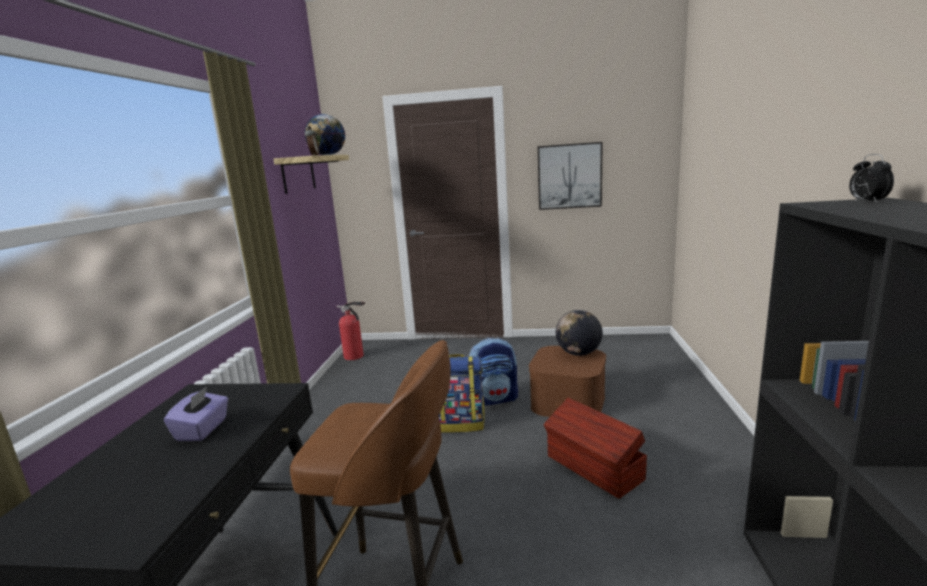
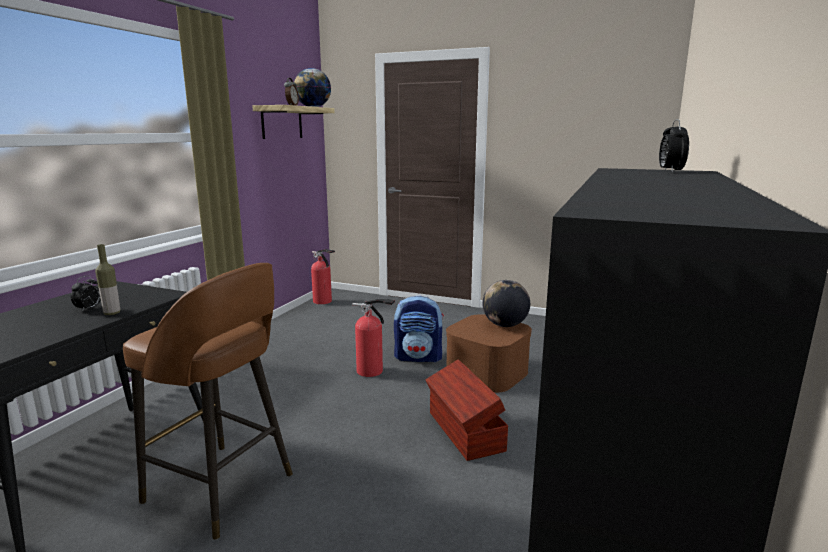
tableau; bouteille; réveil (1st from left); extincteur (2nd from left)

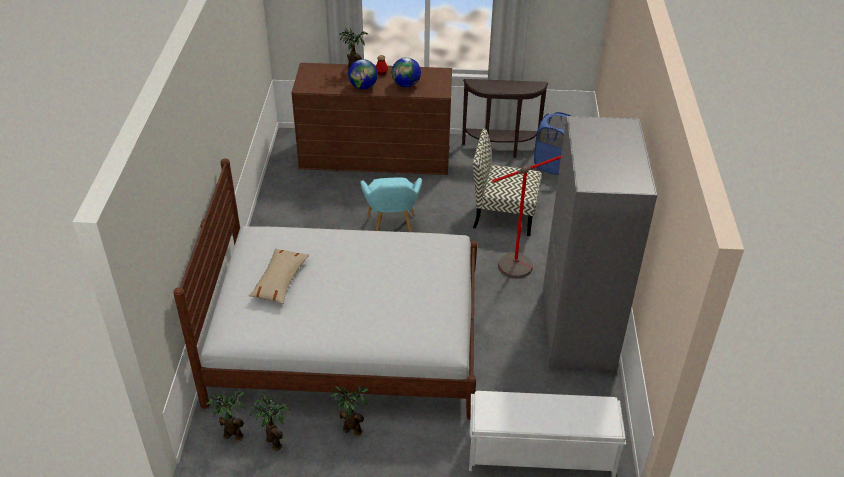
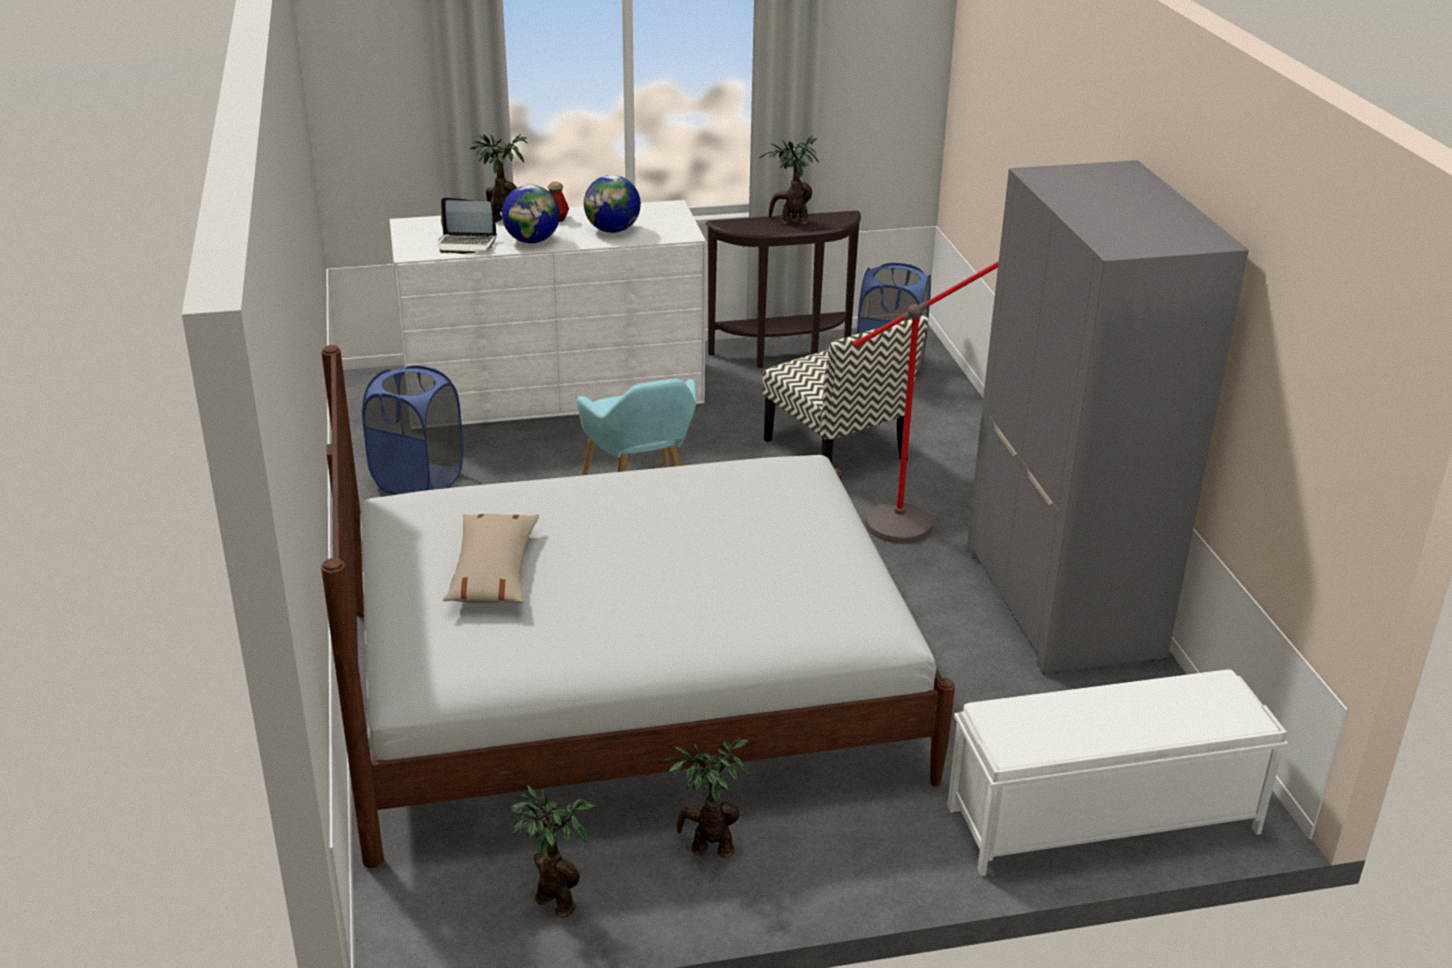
panier à linge/bleu (1st from left); ordinateur portable; plante en pot (4th from left); commode/blanc; chaise

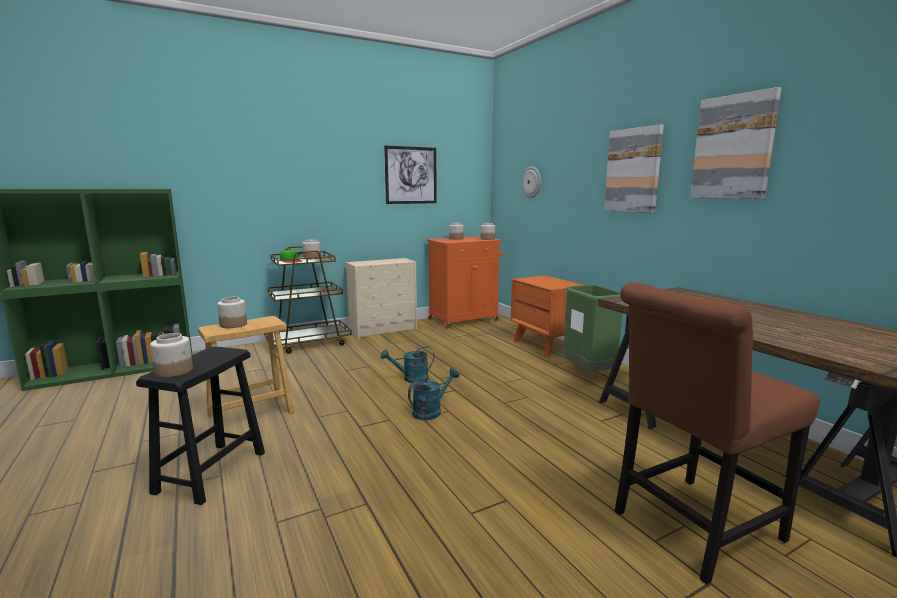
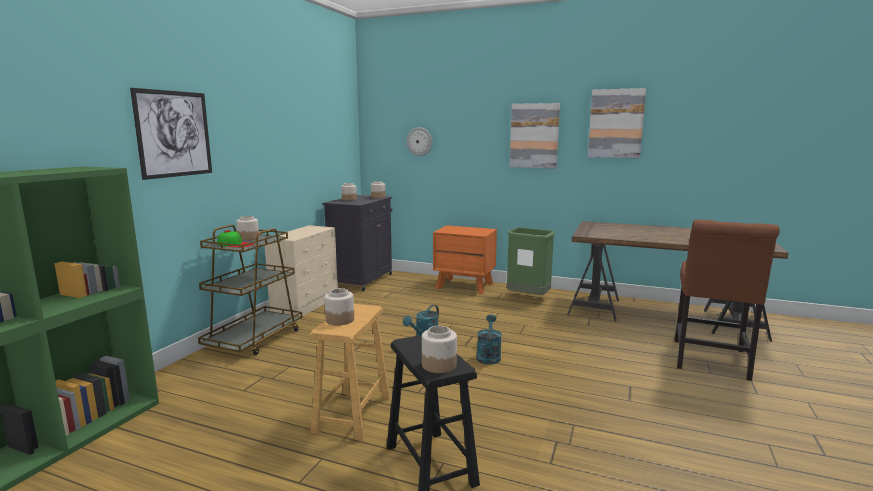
tableau (1st from left); meuble de rangement/noir

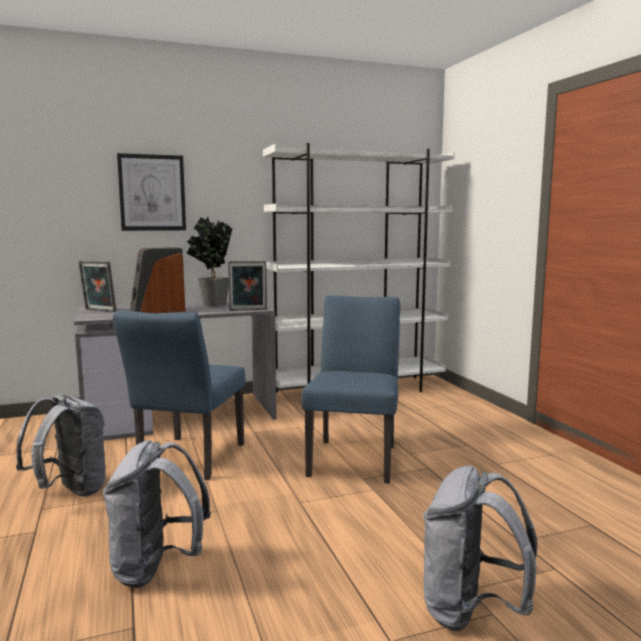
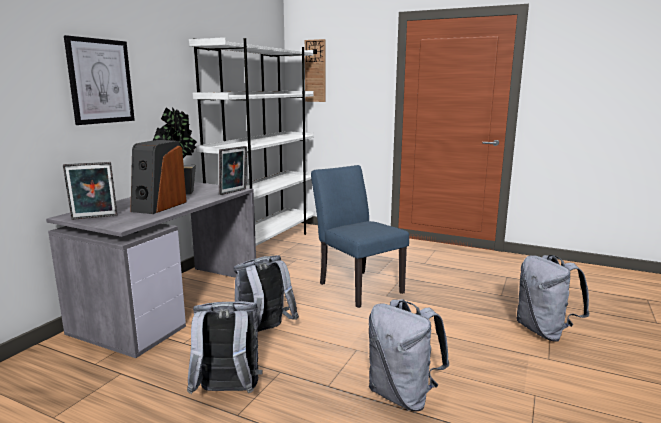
horloge murale; sac à dos/gris (2nd from left)

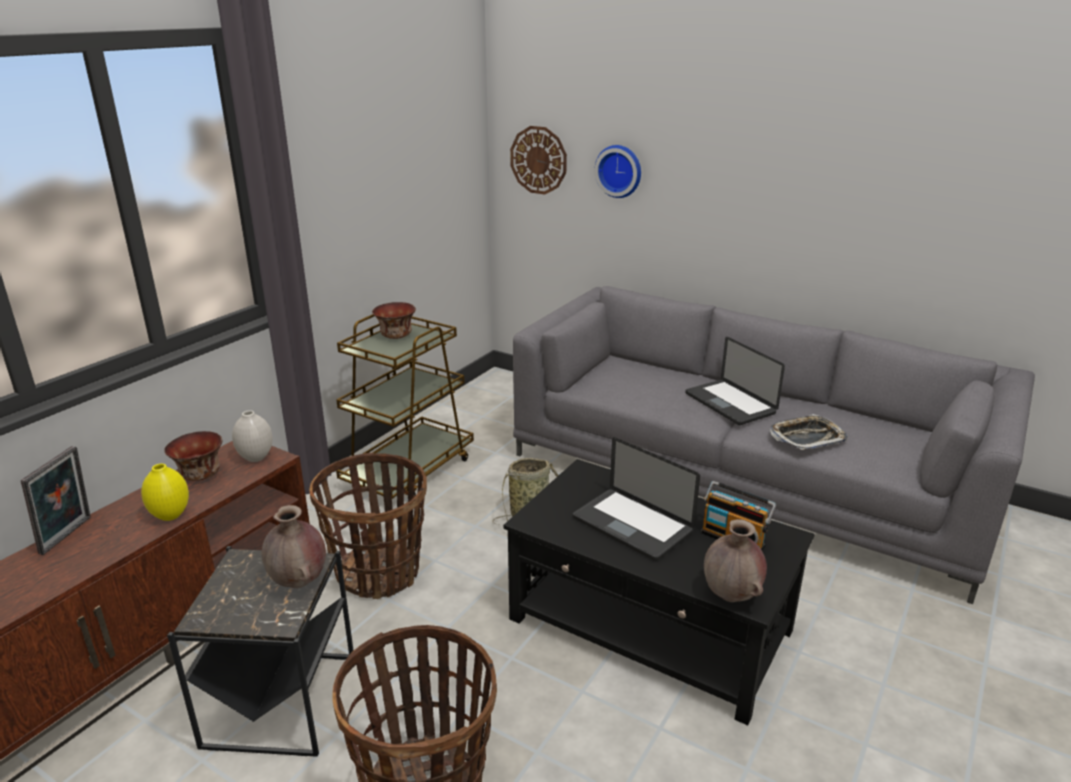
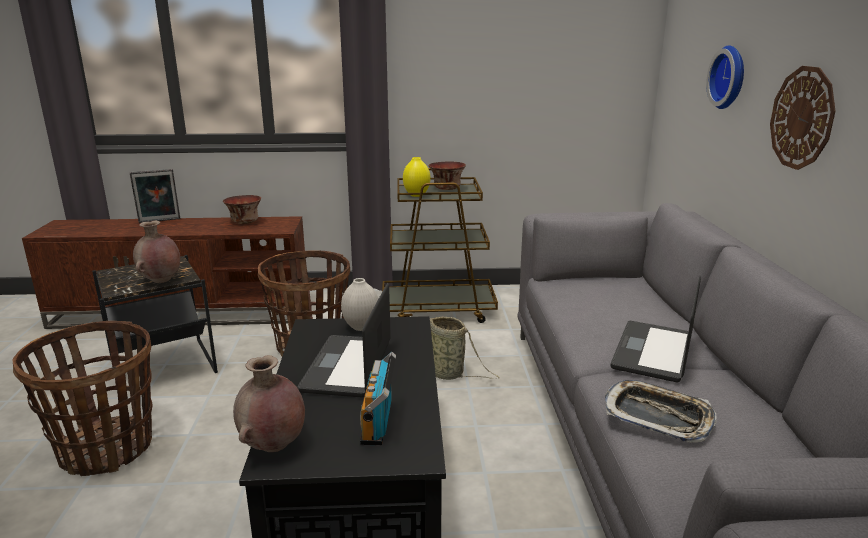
vase/jaune; vase/blanc; horloge murale (2nd from left)

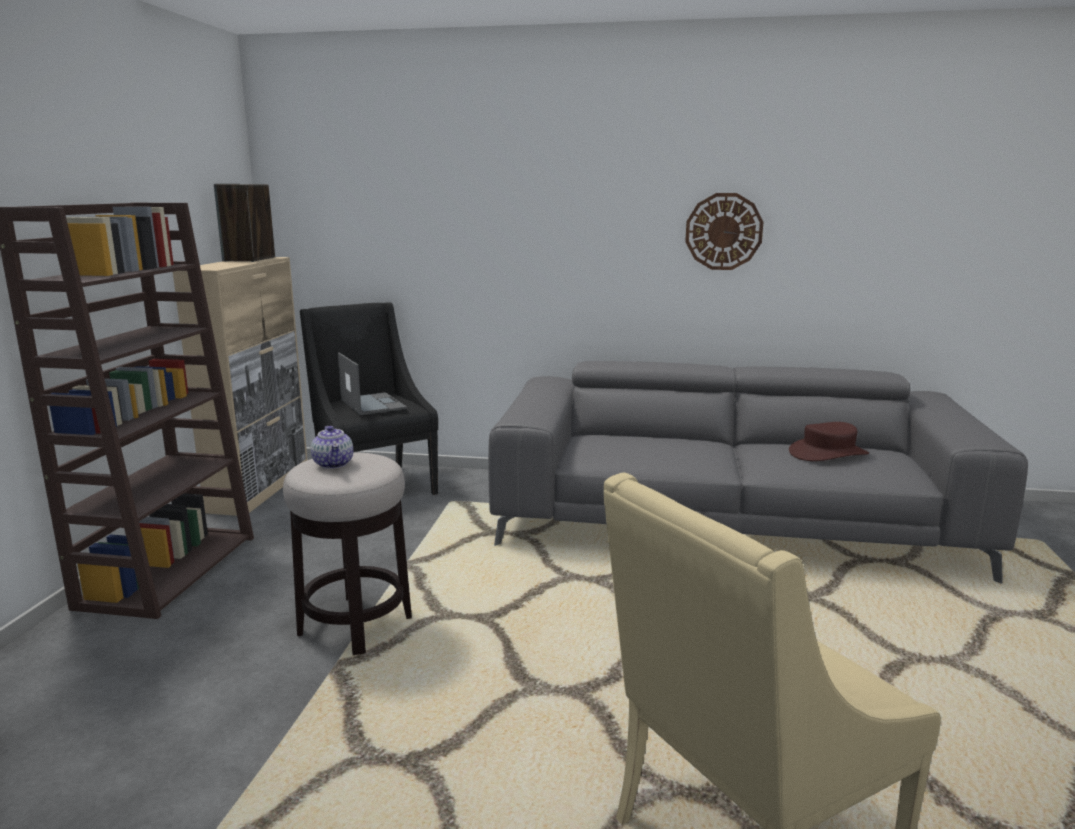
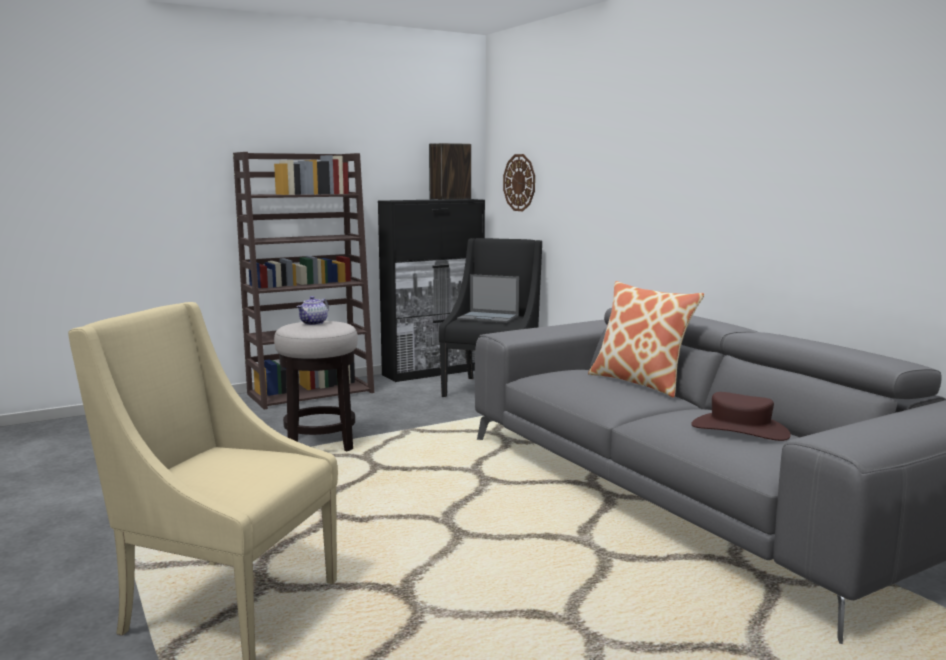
coussin; horloge murale; meuble de rangement/noir; ordinateur portable

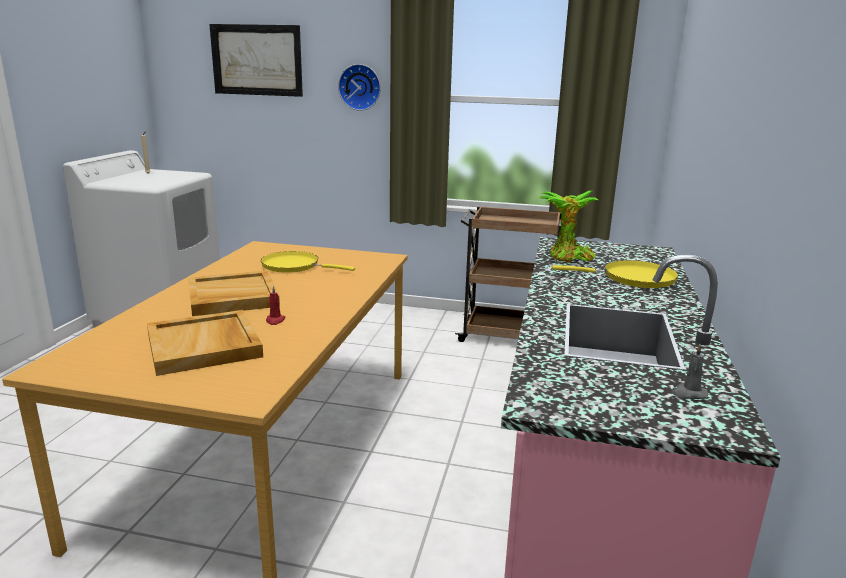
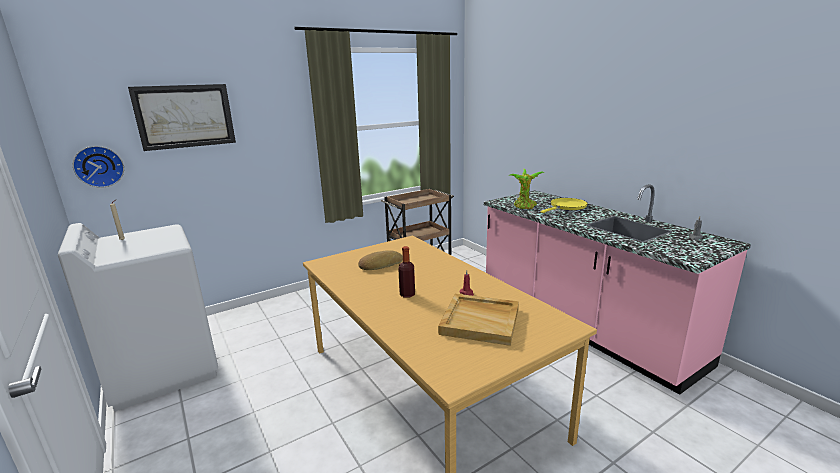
horloge murale; bouteille; pain

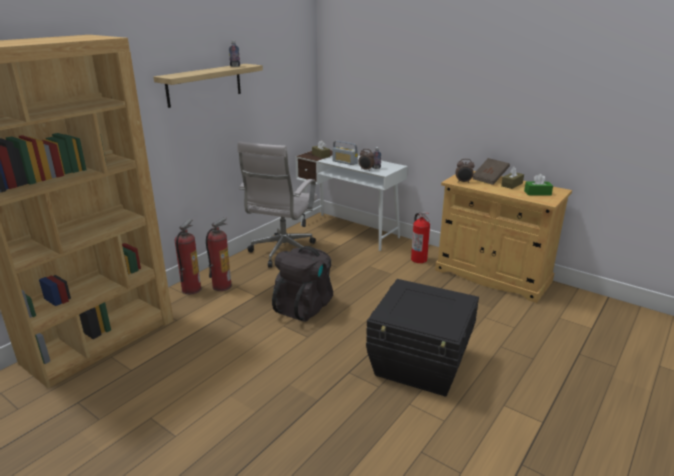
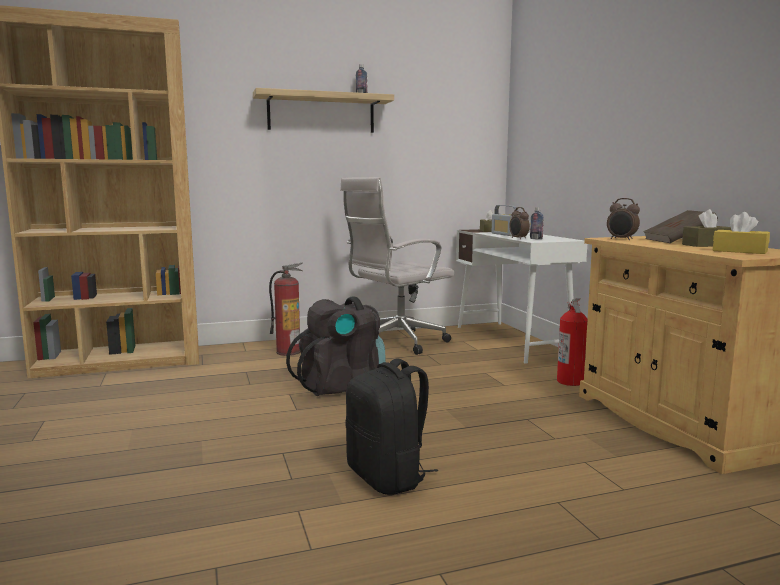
extincteur (1st from left in the first image); sac à dos/noir (2nd from left); boîte à mouchoirs/jaune

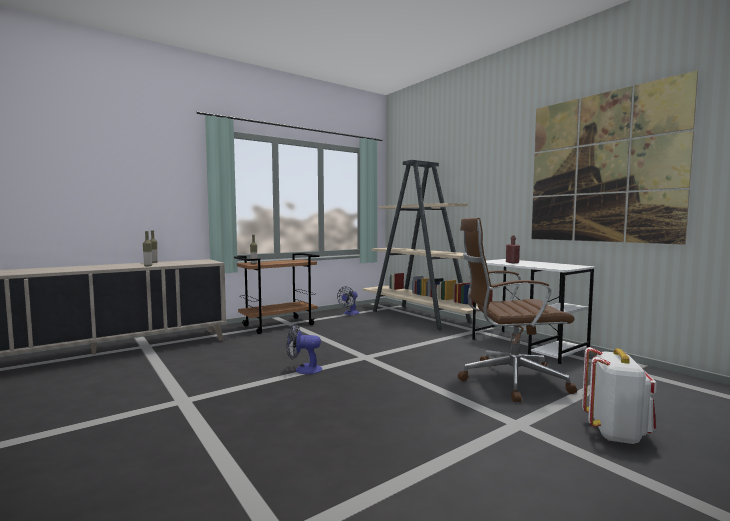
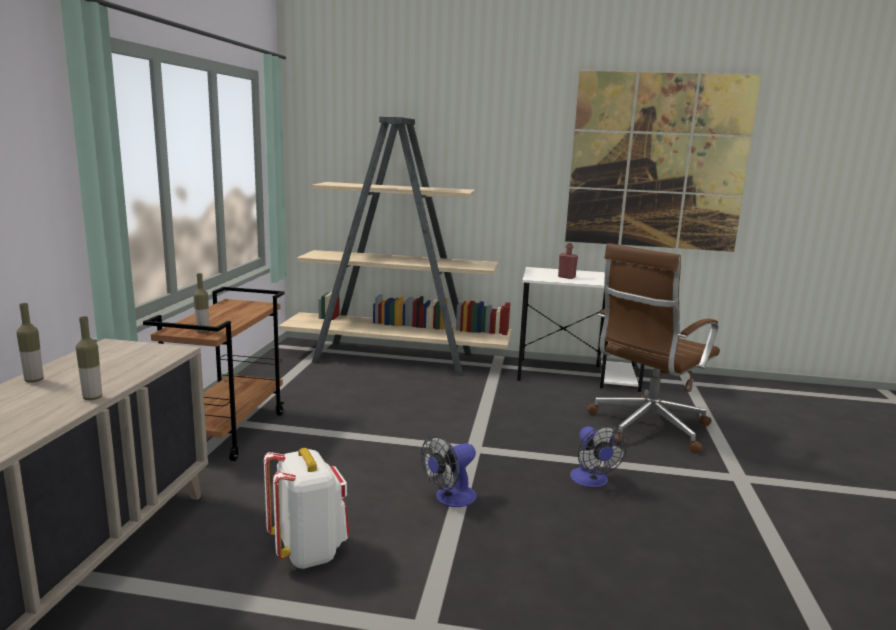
ventilateur (2nd from left); sac à dos/blanc

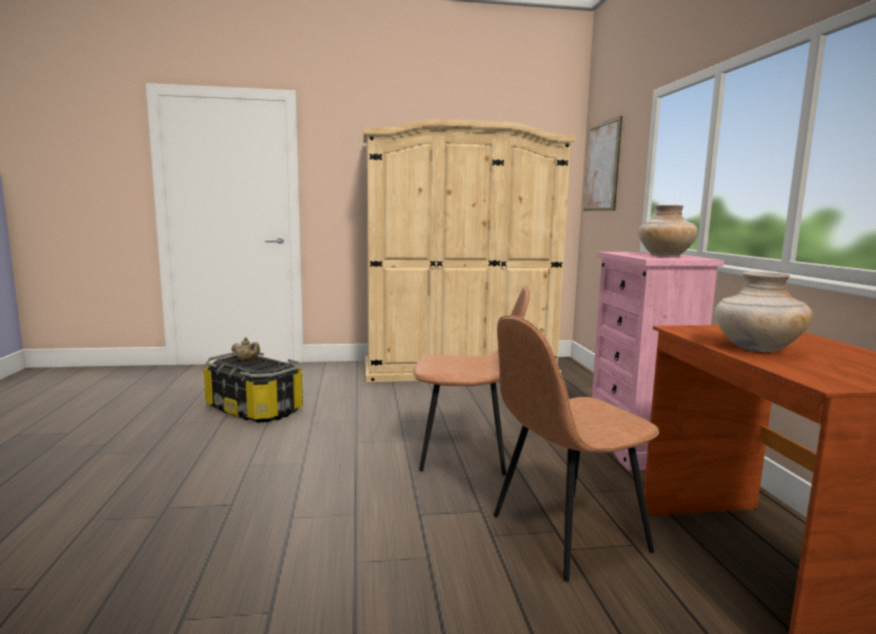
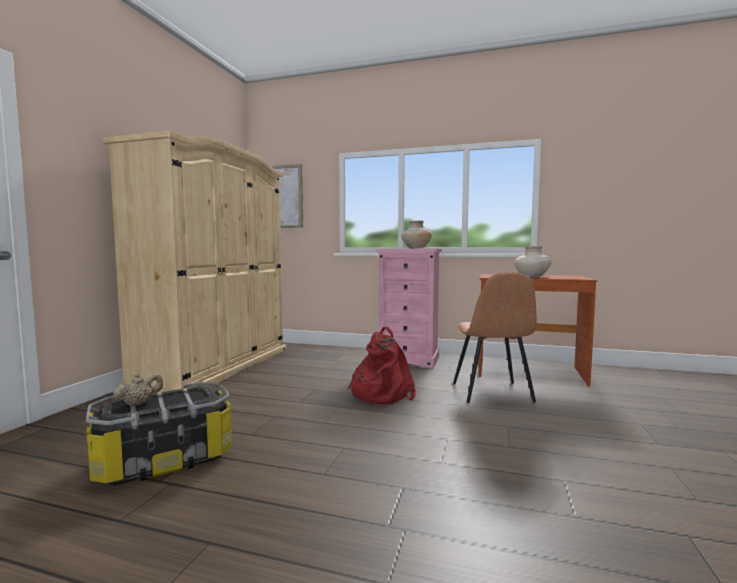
sac à dos/rouge

